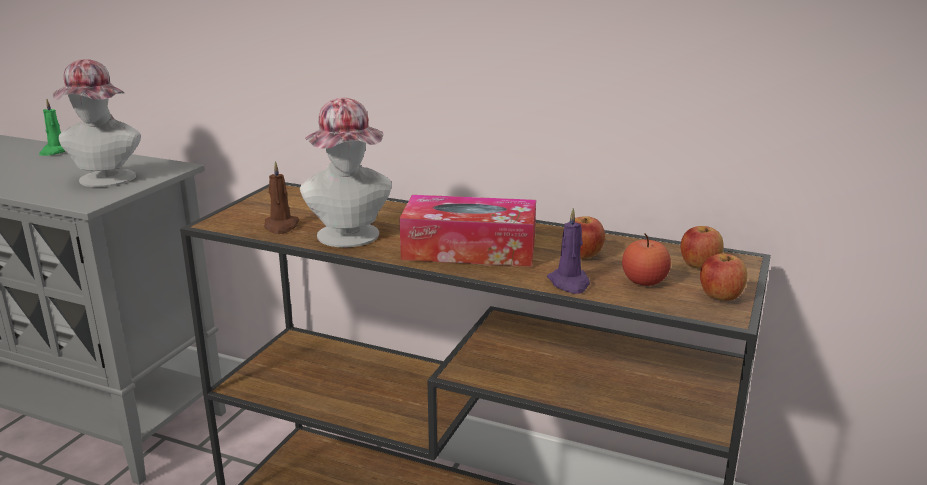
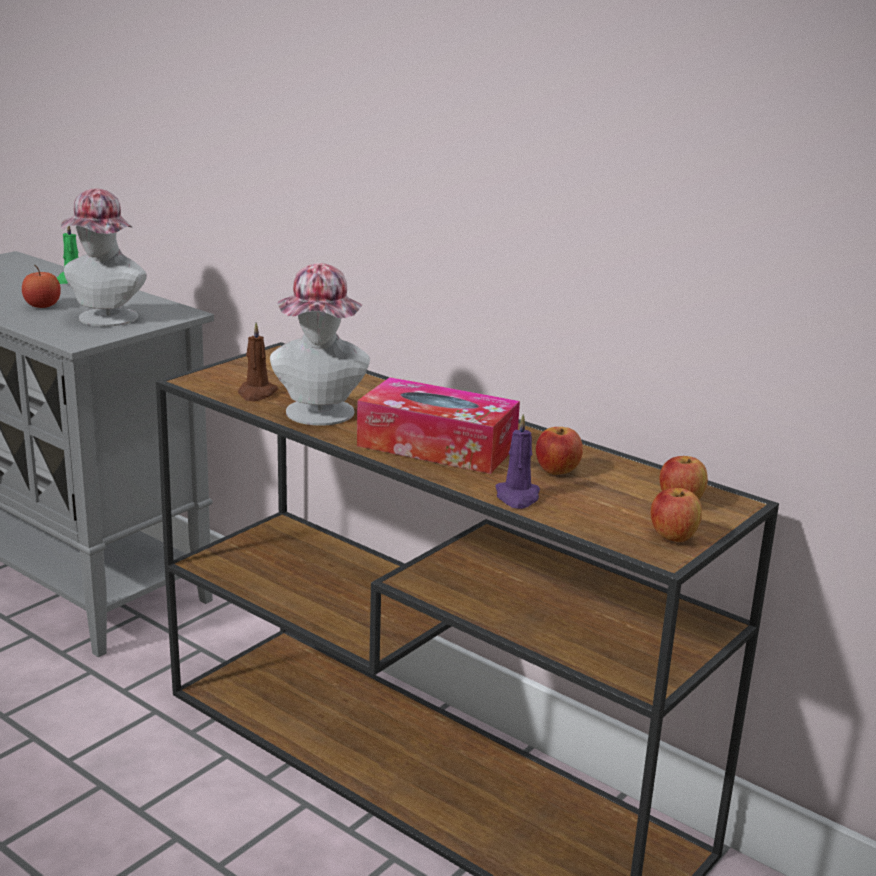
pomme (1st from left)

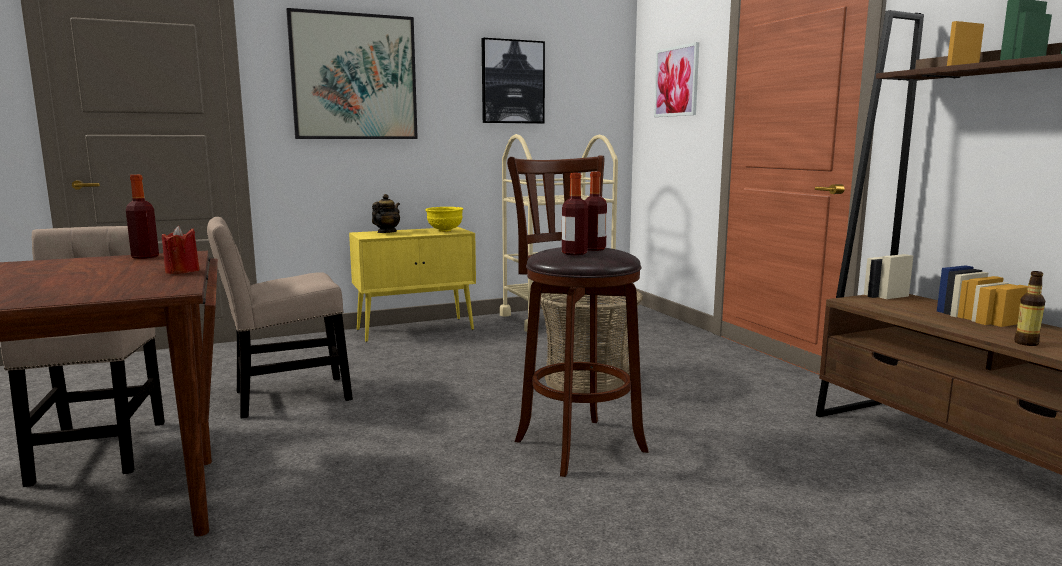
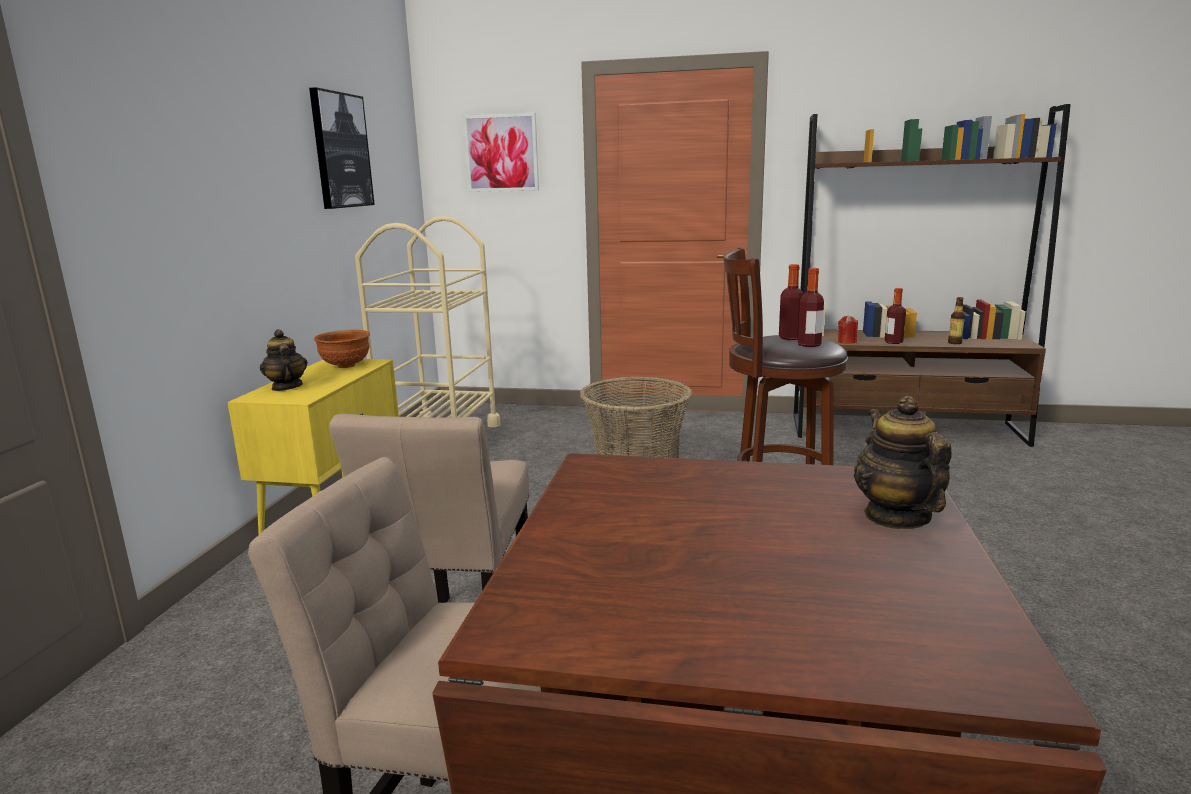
tableau (1st from left in the first image); théière (2nd from left); bouteille (3rd from left); bougie/rouge; bol/marron

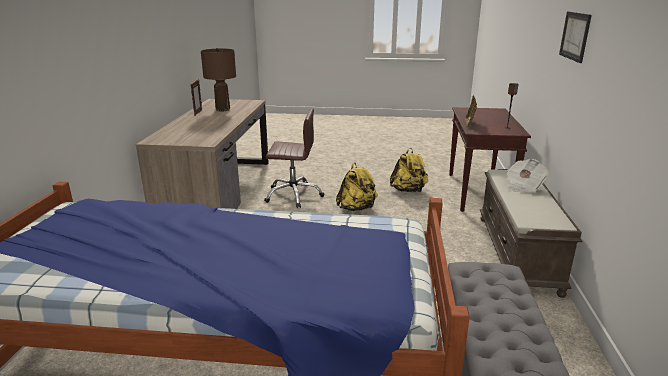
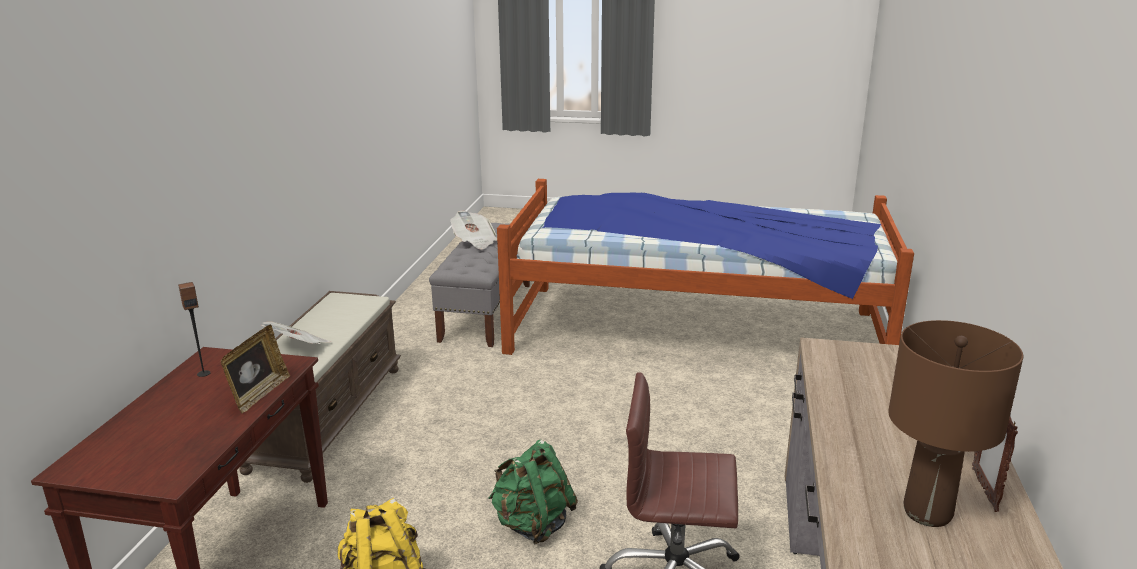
tableau; journal (2nd from left); sac à dos/vert

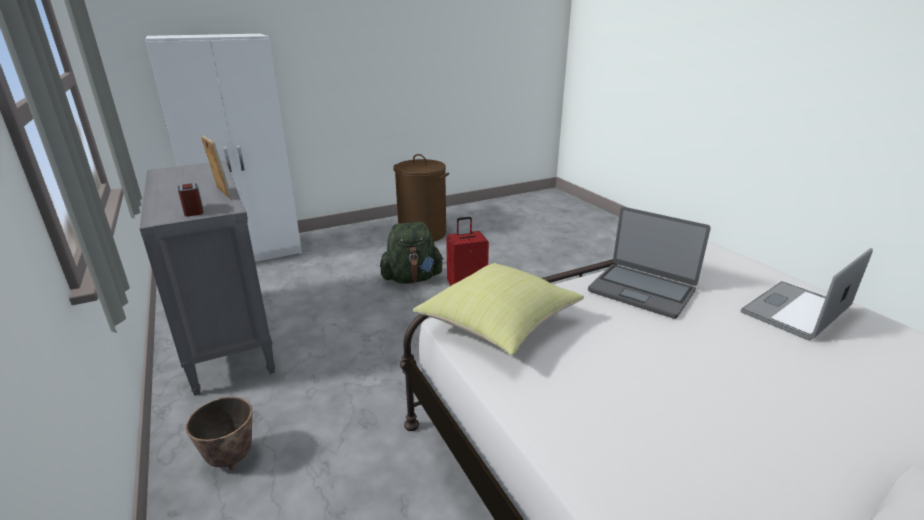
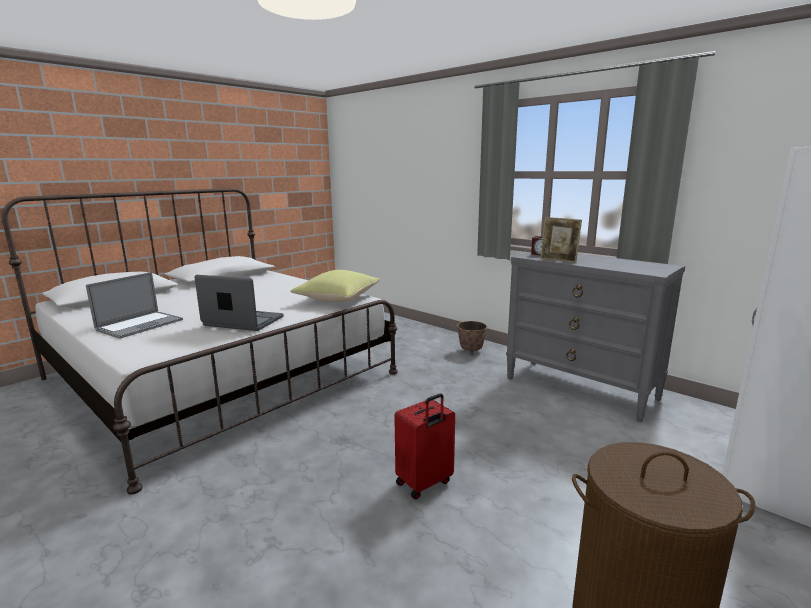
sac à dos/vert

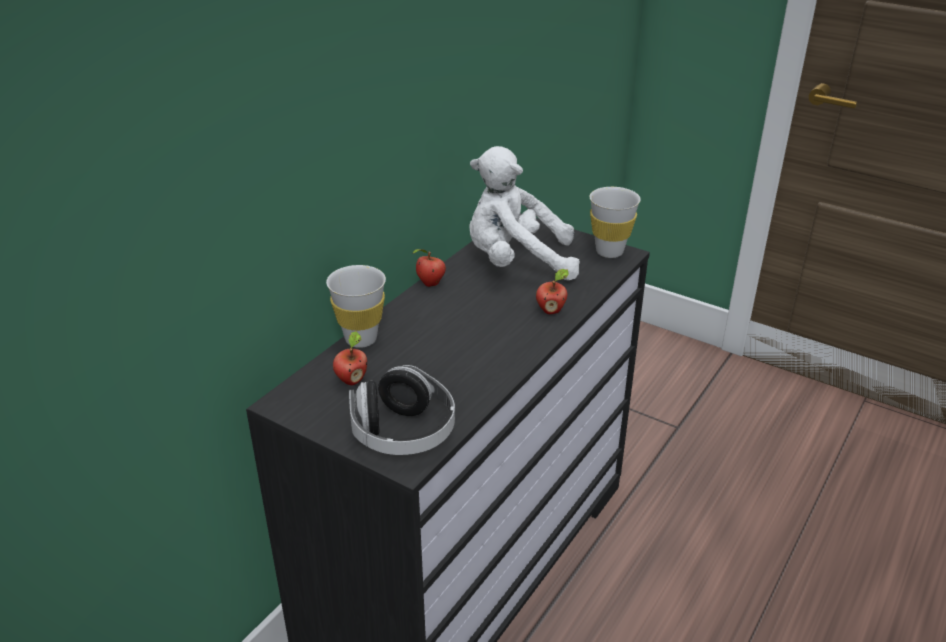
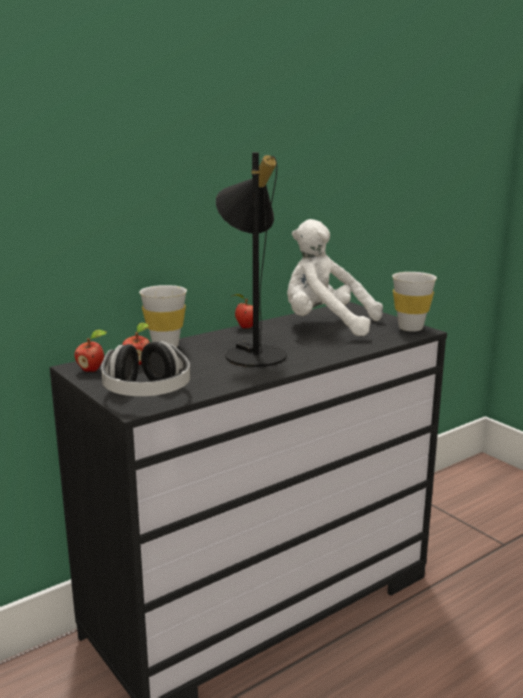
lampe de table/noir; pomme (1st from left)

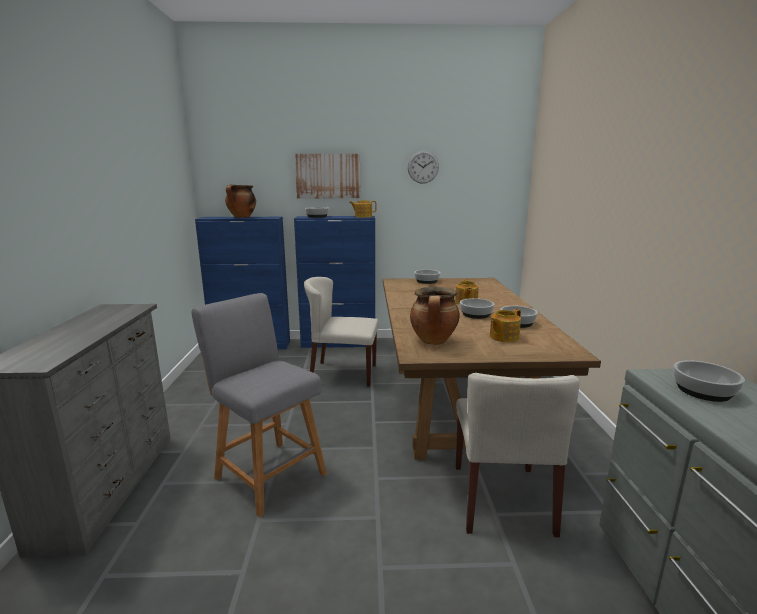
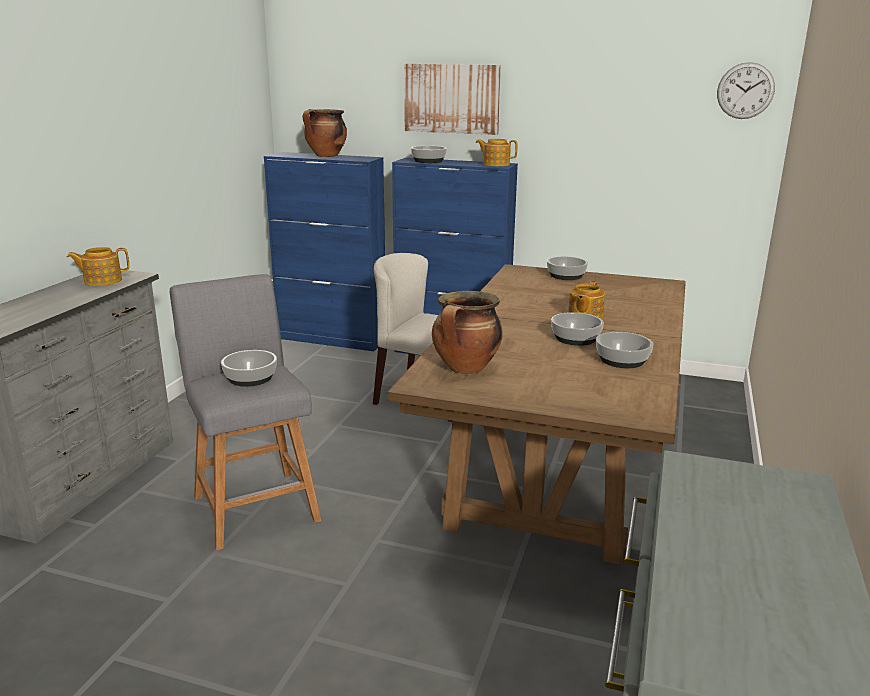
chaise/beige (2nd from left in the first image); horloge murale; théière (1st from left); bol (1st from left)

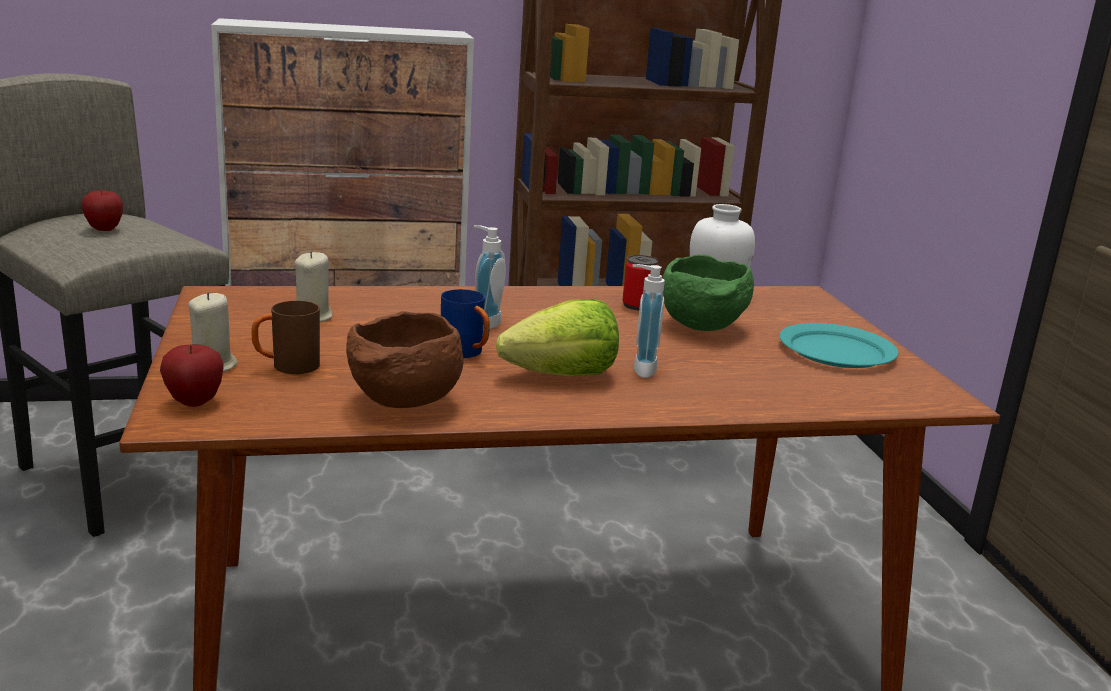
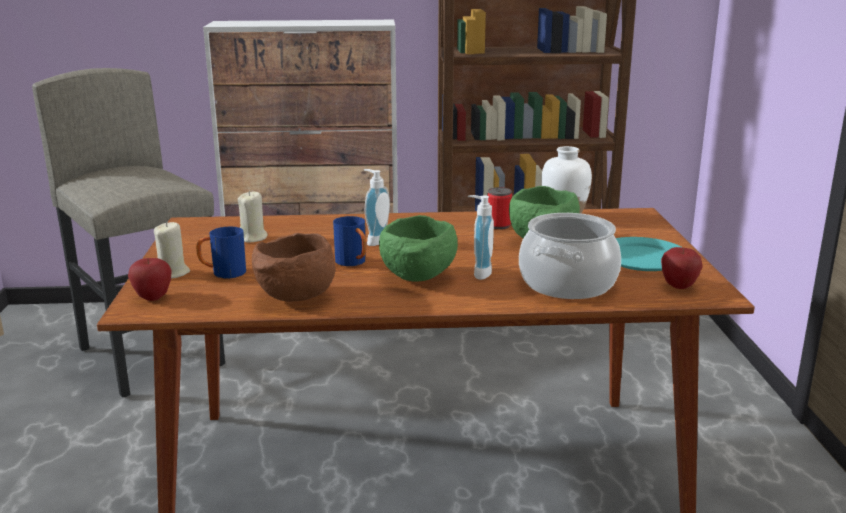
marmite; pomme (2nd from left); bol/vert (1st from left); mug/bleu (1st from left)

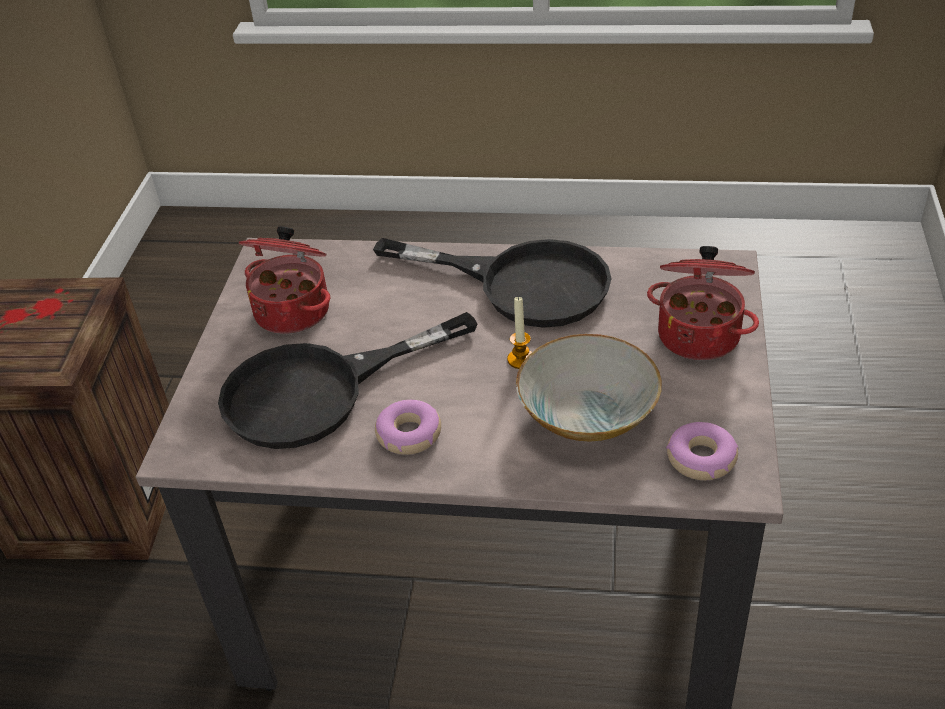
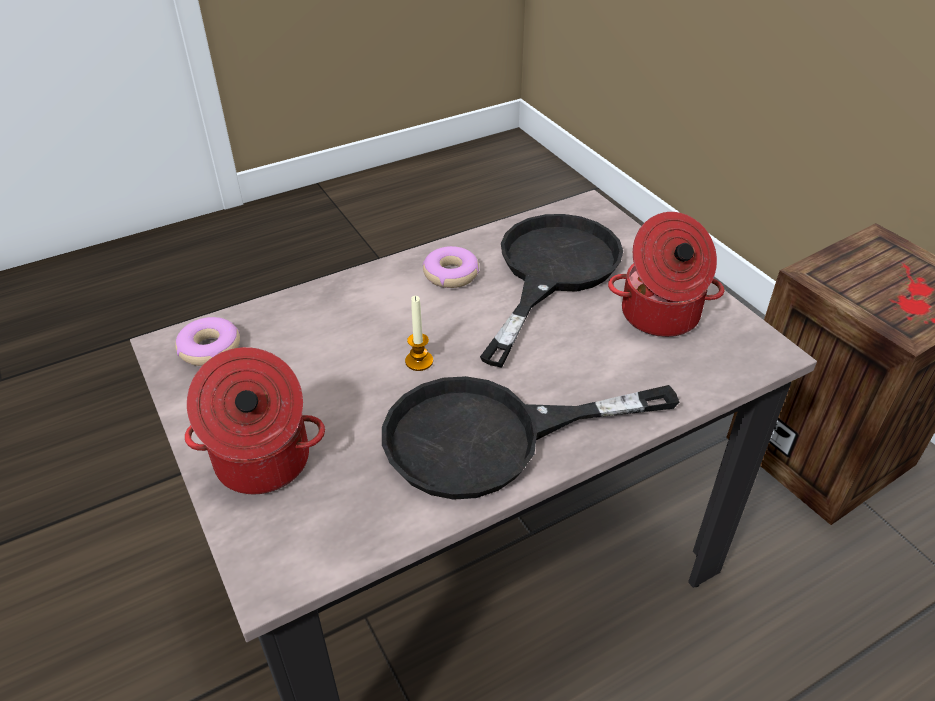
bol

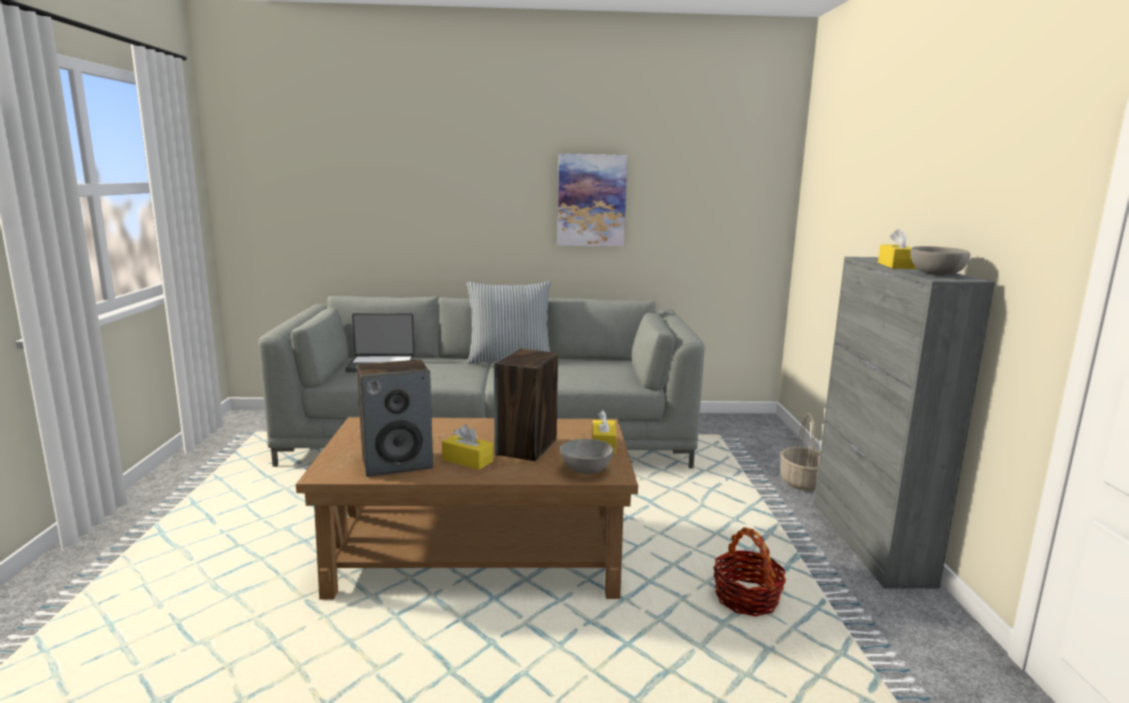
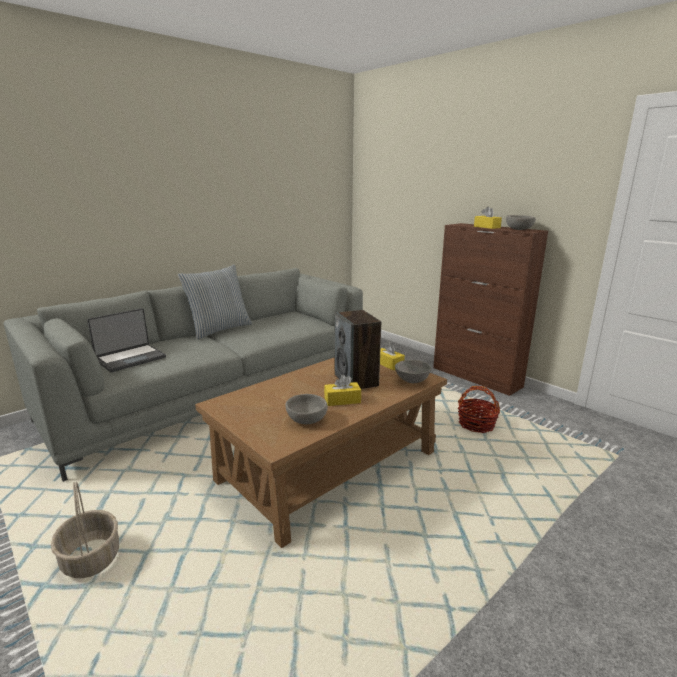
tableau; panier (1st from left); bol/gris (1st from left); meuble de rangement/marron

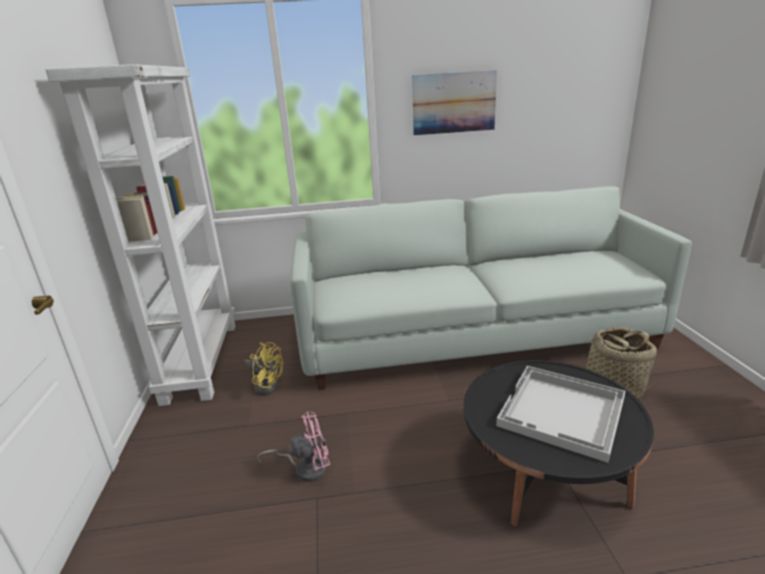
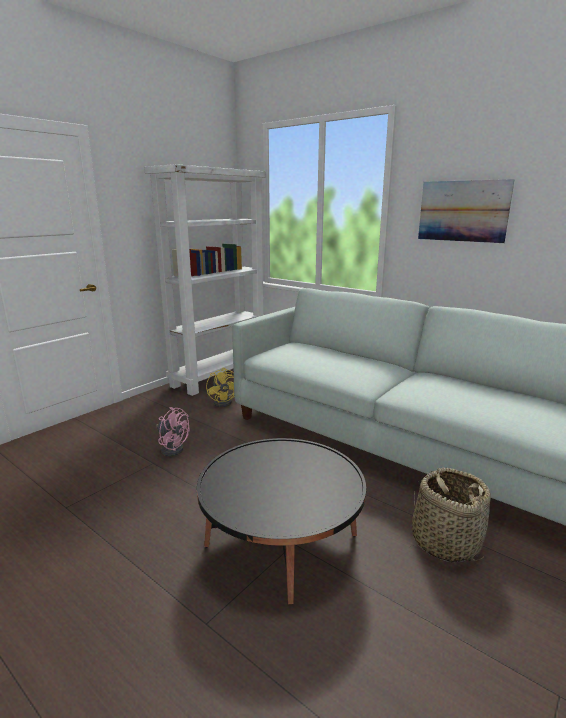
plateau/blanc

